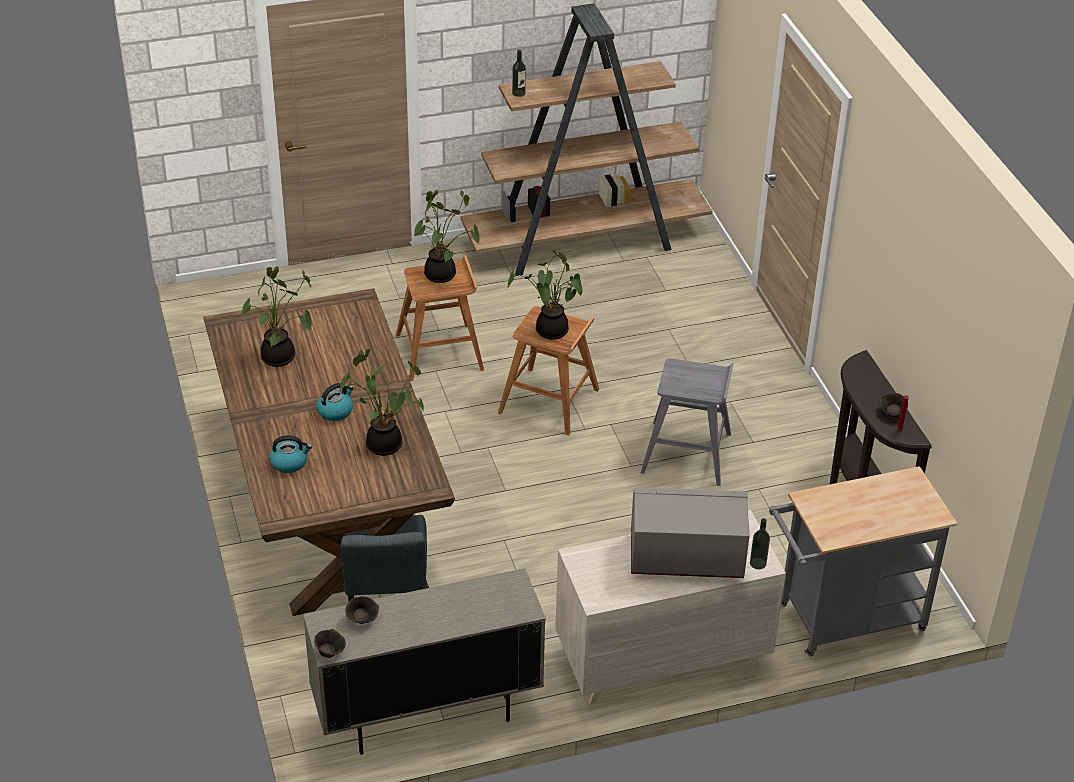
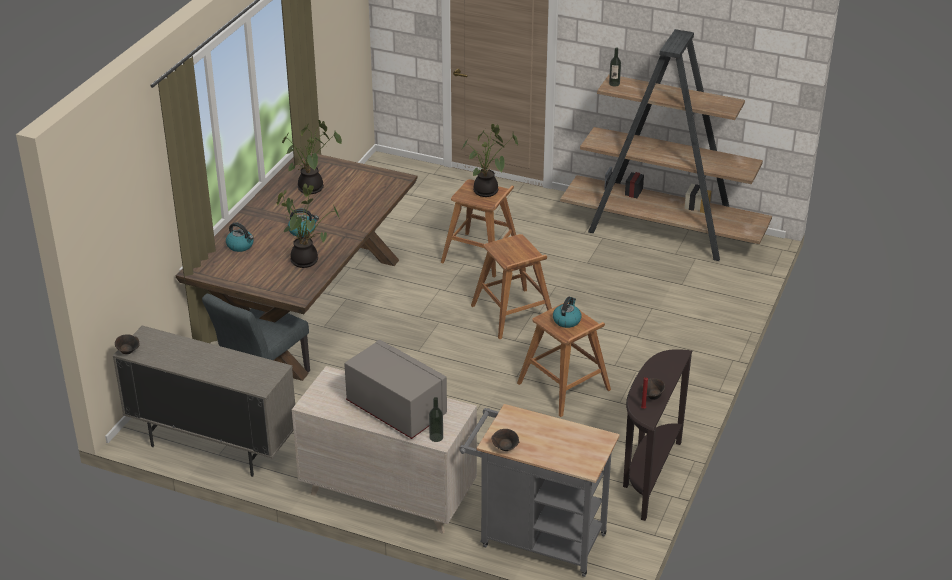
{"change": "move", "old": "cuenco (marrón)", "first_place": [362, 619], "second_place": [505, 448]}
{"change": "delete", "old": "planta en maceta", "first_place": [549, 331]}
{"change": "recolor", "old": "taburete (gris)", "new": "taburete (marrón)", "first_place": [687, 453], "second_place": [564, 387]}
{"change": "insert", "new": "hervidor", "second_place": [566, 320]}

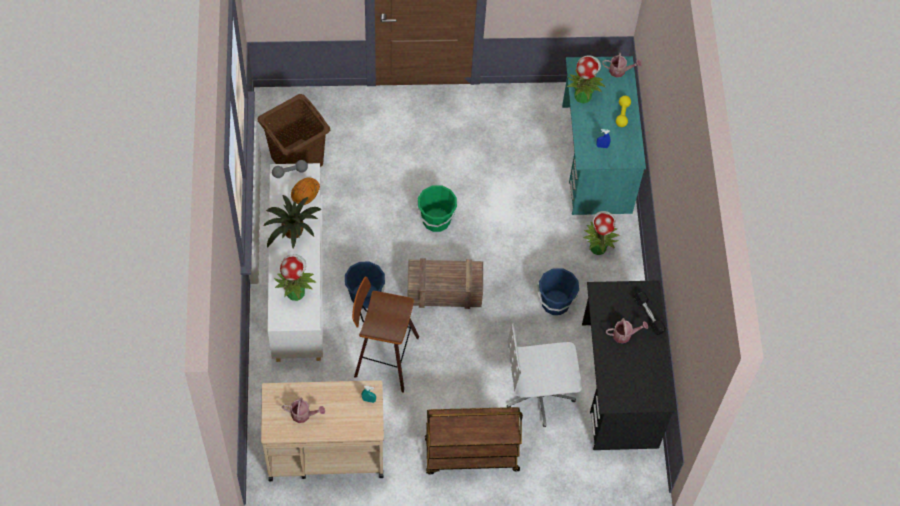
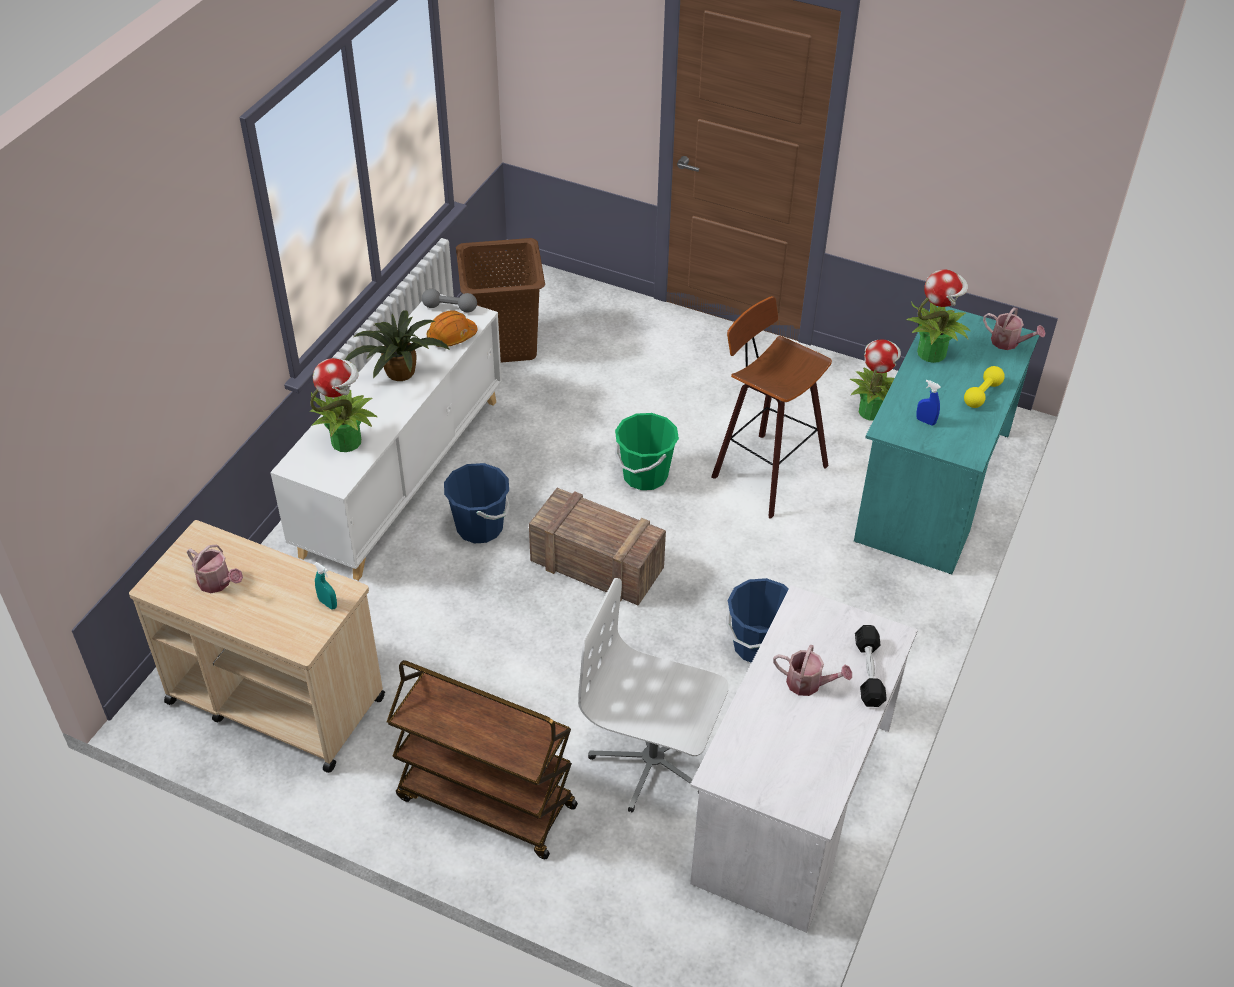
{"change": "move", "old": "taburete", "first_place": [384, 358], "second_place": [765, 471]}
{"change": "recolor", "old": "escritorio (negro)", "new": "escritorio (blanco)", "first_place": [619, 385], "second_place": [793, 804]}
{"change": "move", "old": "planta en maceta", "first_place": [597, 246], "second_place": [871, 411]}

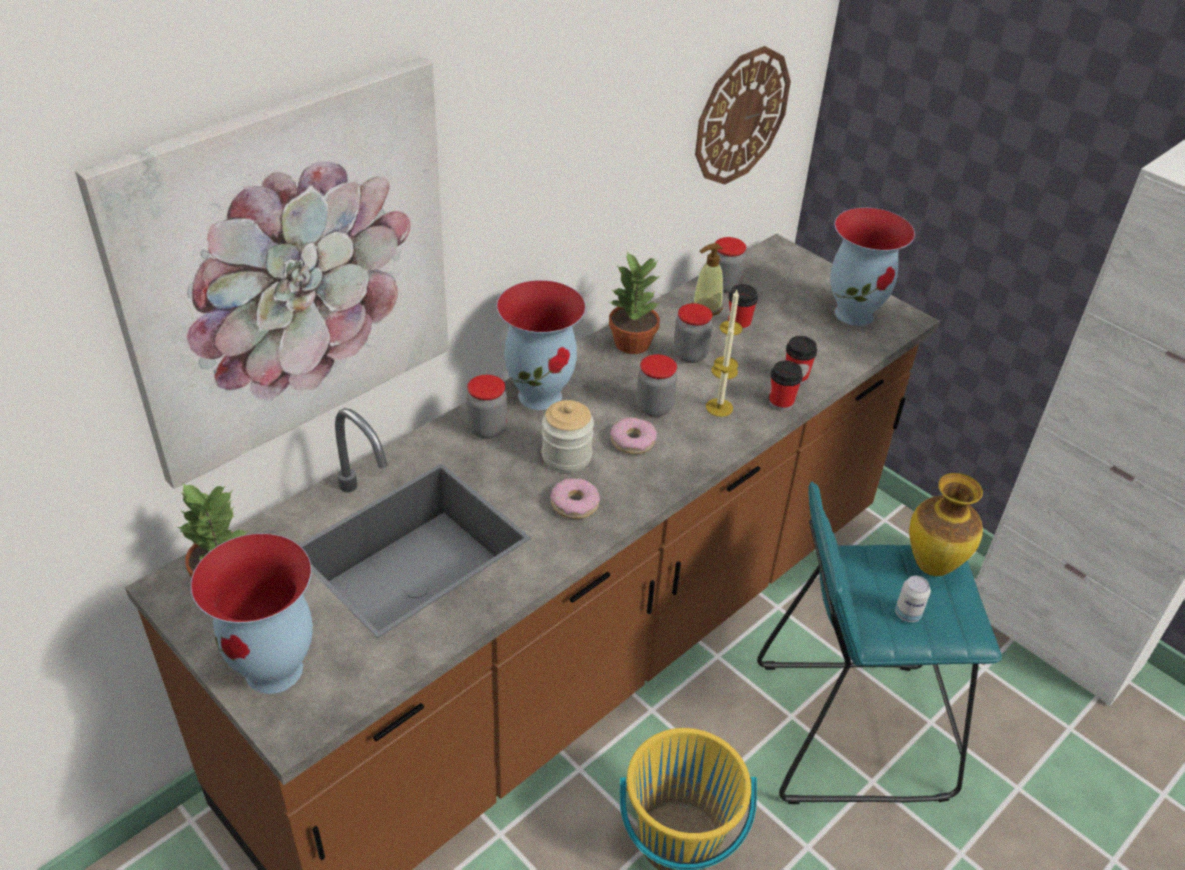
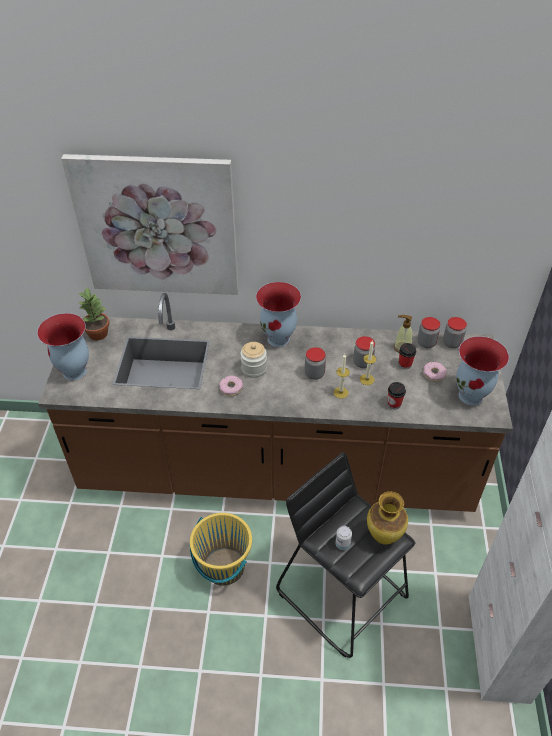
{"change": "move", "old": "tarro", "first_place": [487, 429], "second_place": [452, 343]}
{"change": "delete", "old": "planta en maceta", "first_place": [632, 344]}
{"change": "move", "old": "rosquilla", "first_place": [632, 441], "second_place": [434, 374]}
{"change": "delete", "old": "reloj de pared", "first_place": [741, 116]}
{"change": "recolor", "old": "taburete (turquesa)", "new": "taburete (negro)", "first_place": [850, 728], "second_place": [342, 593]}
{"change": "delete", "old": "taza", "first_place": [781, 403]}

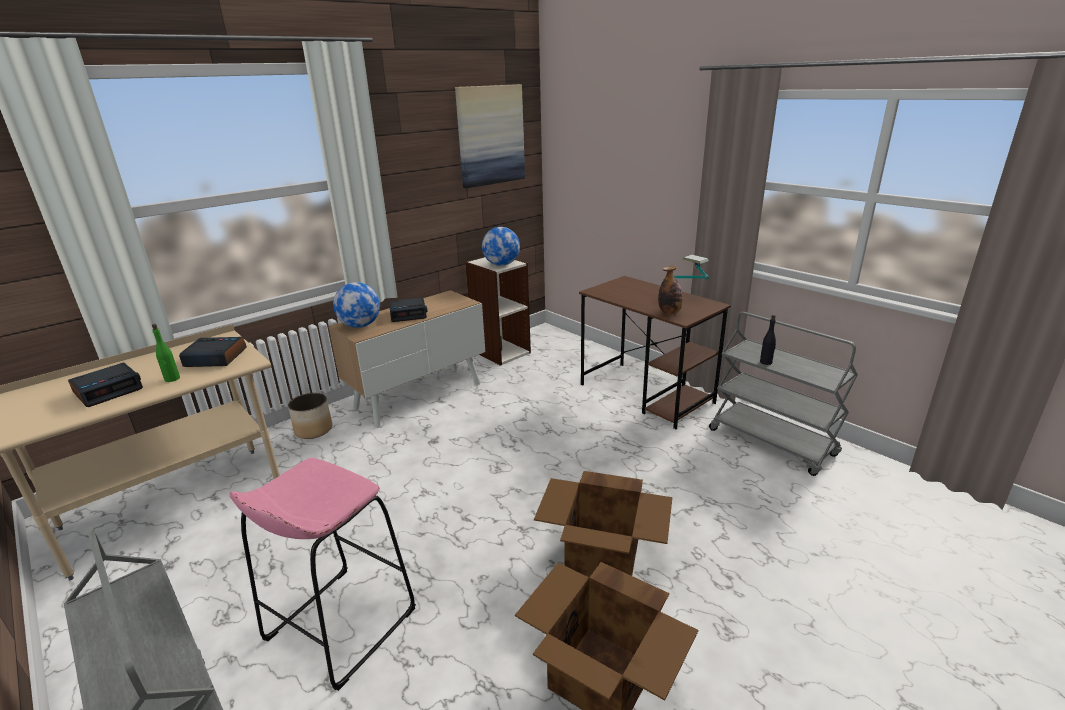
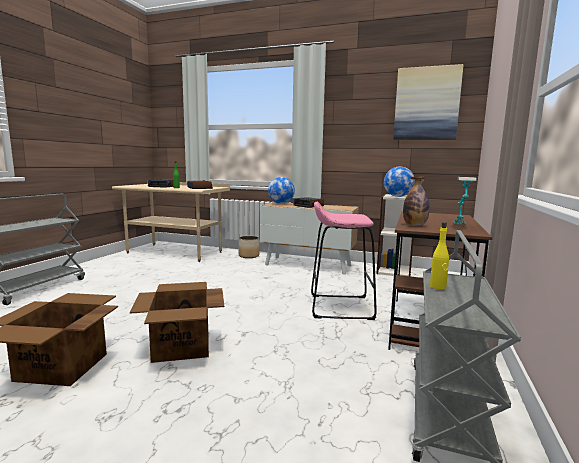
{"change": "move", "old": "taburete (rosa)", "first_place": [340, 624], "second_place": [340, 307]}
{"change": "recolor", "old": "botella (negro)", "new": "botella (amarillo)", "first_place": [766, 362], "second_place": [438, 287]}

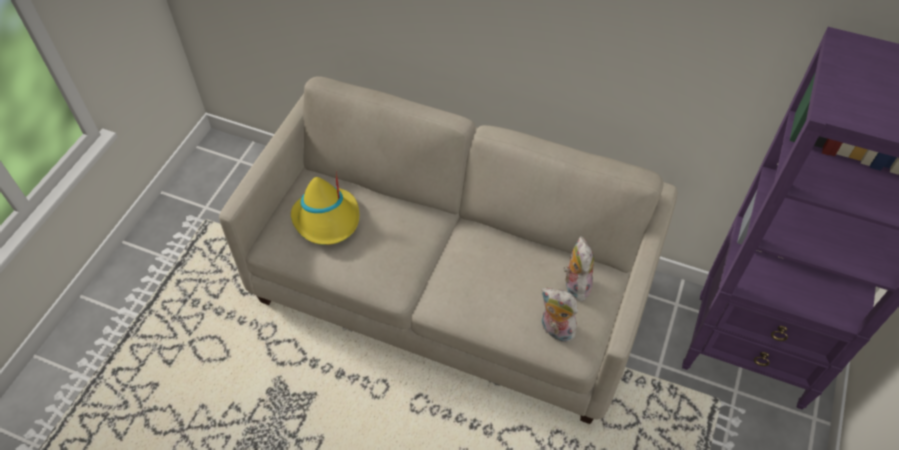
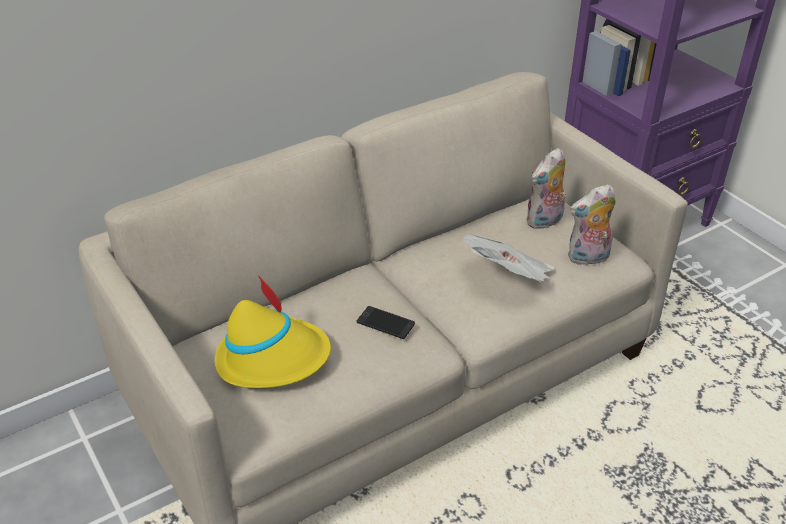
{"change": "rotate", "old": "peluche", "first_place": [575, 285], "second_place": [545, 222], "degrees": -75}
{"change": "insert", "new": "móvil", "second_place": [385, 323]}
{"change": "insert", "new": "periódico", "second_place": [509, 277]}

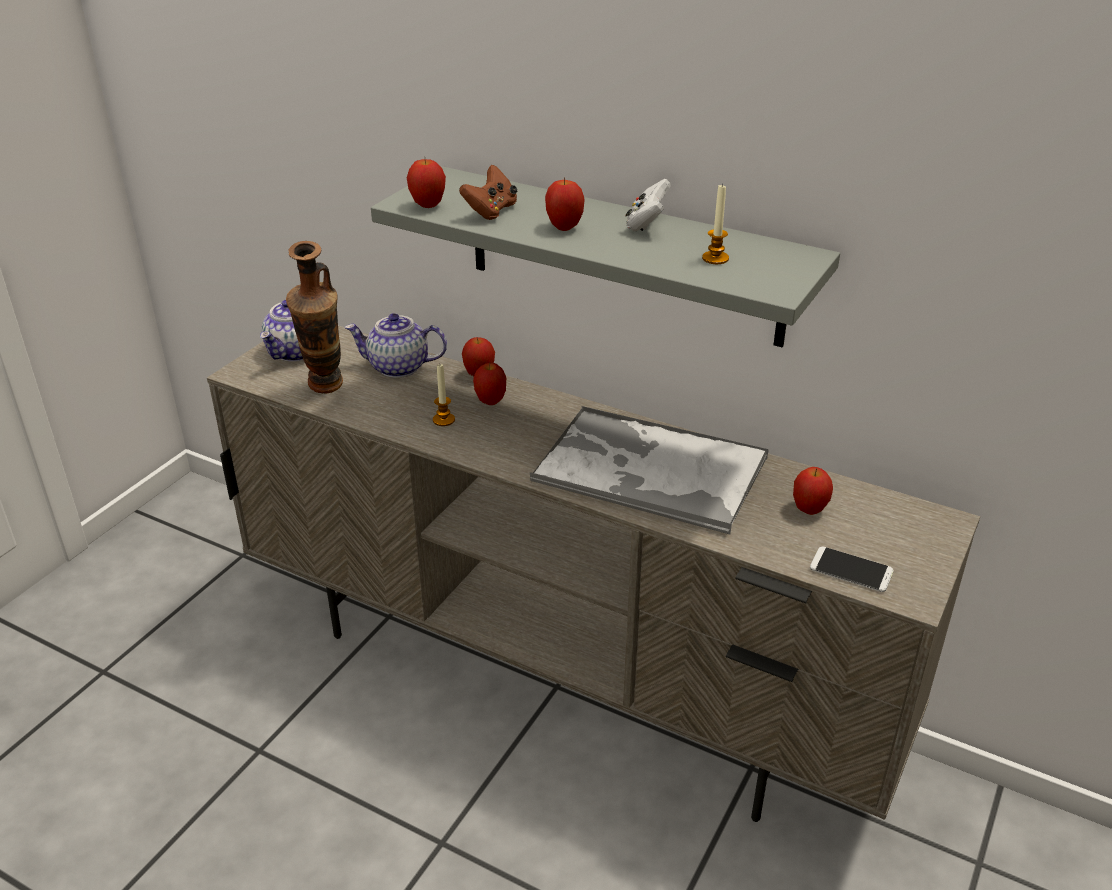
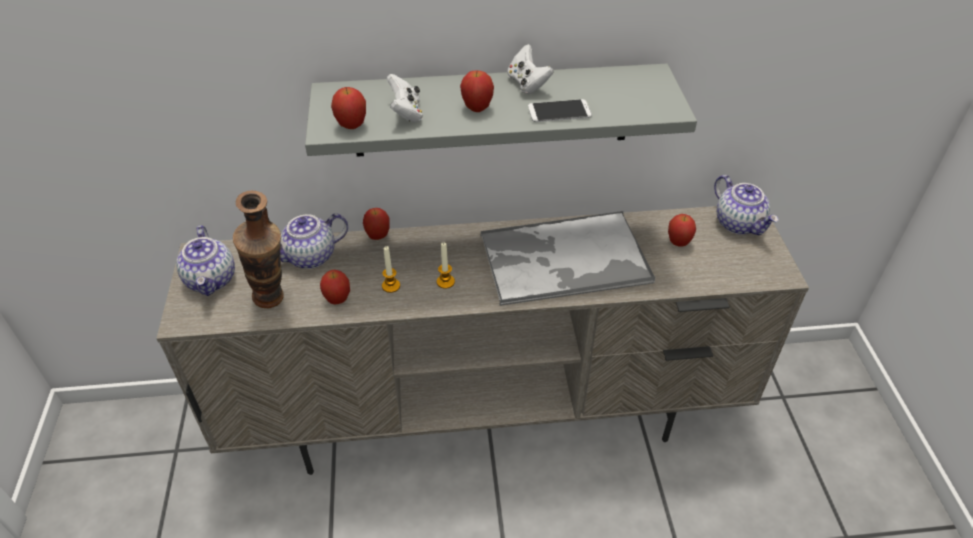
{"change": "recolor", "old": "mando de consola (marrón)", "new": "mando de consola (blanco)", "first_place": [491, 211], "second_place": [406, 113]}
{"change": "move", "old": "manzana", "first_place": [490, 402], "second_place": [338, 300]}
{"change": "move", "old": "vela", "first_place": [715, 258], "second_place": [445, 282]}
{"change": "move", "old": "móvil", "first_place": [851, 570], "second_place": [559, 112]}
{"change": "insert", "new": "tetera", "second_place": [739, 224]}

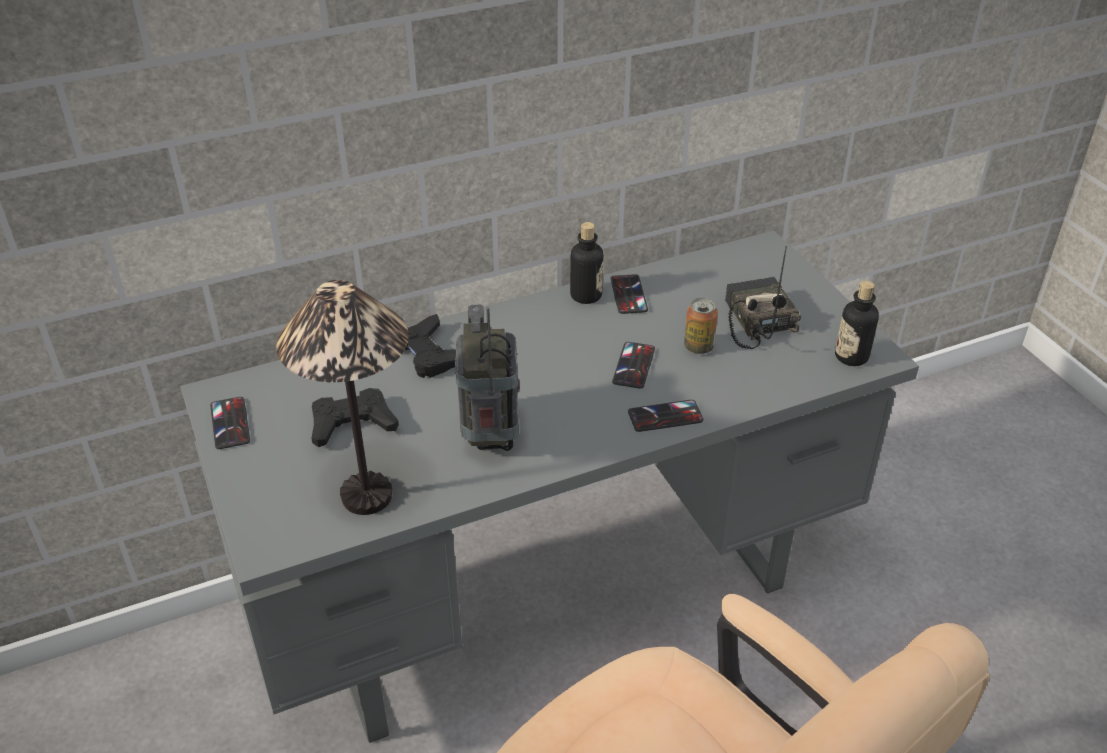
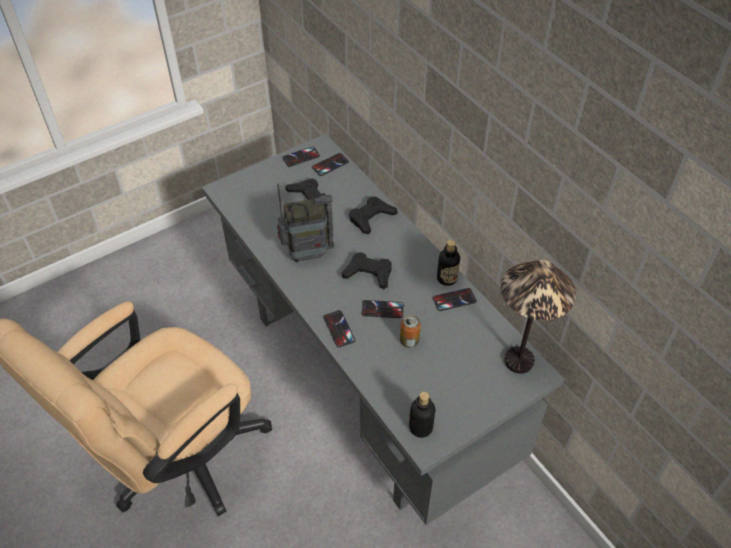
{"change": "move", "old": "lámpara de mesa", "first_place": [366, 495], "second_place": [519, 361]}
{"change": "delete", "old": "radio", "first_place": [756, 320]}
{"change": "insert", "new": "móvil", "second_place": [330, 164]}
{"change": "insert", "new": "mando de consola (negro)", "second_place": [368, 273]}

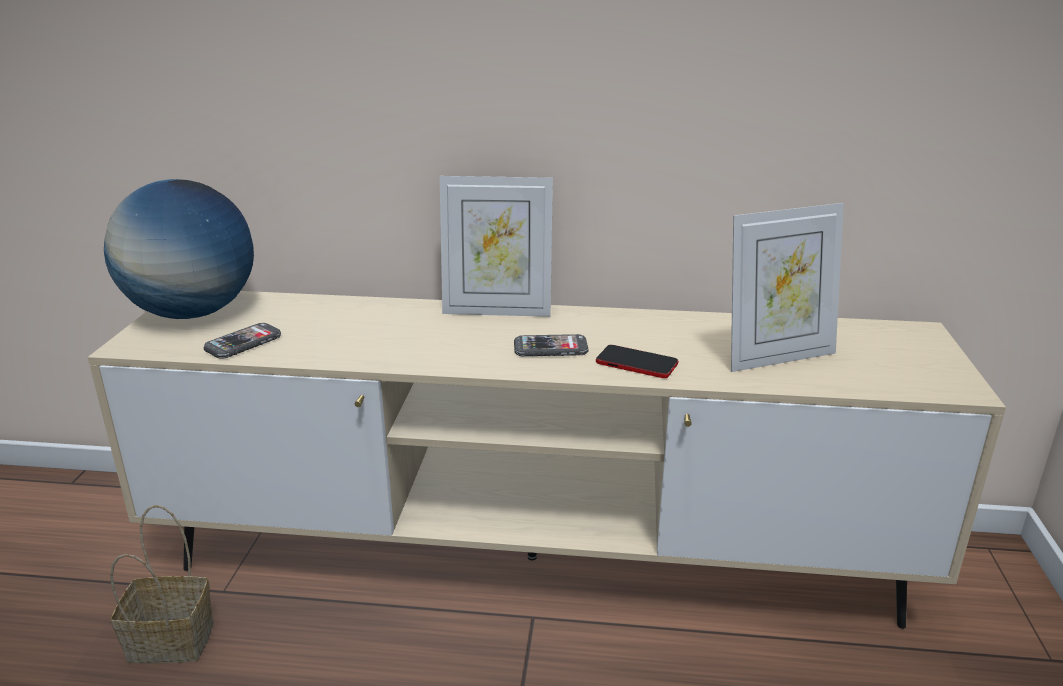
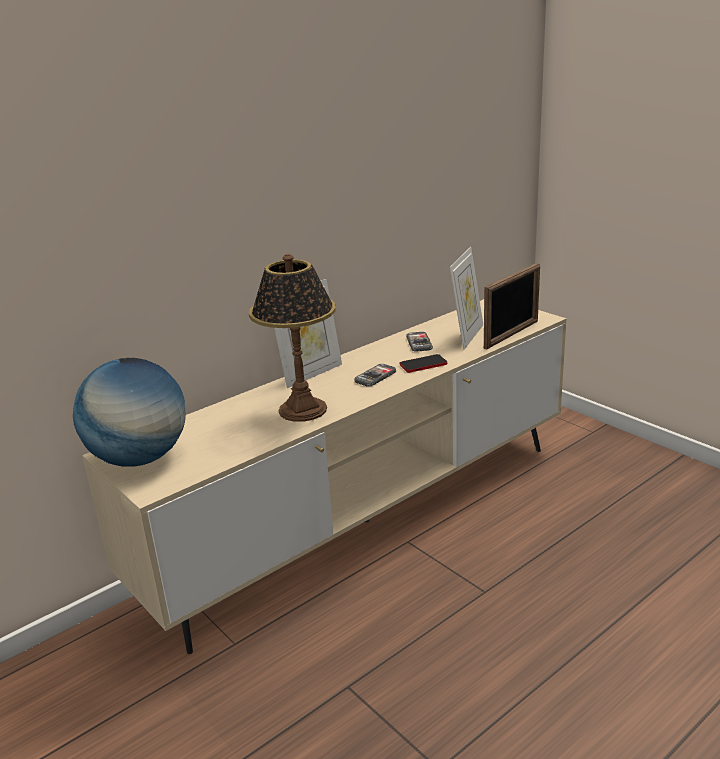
{"change": "delete", "old": "cesta", "first_place": [167, 642]}
{"change": "move", "old": "móvil", "first_place": [243, 343], "second_place": [419, 343]}
{"change": "insert", "new": "lámpara de mesa", "second_place": [302, 410]}
{"change": "insert", "new": "portarretratos", "second_place": [511, 334]}

